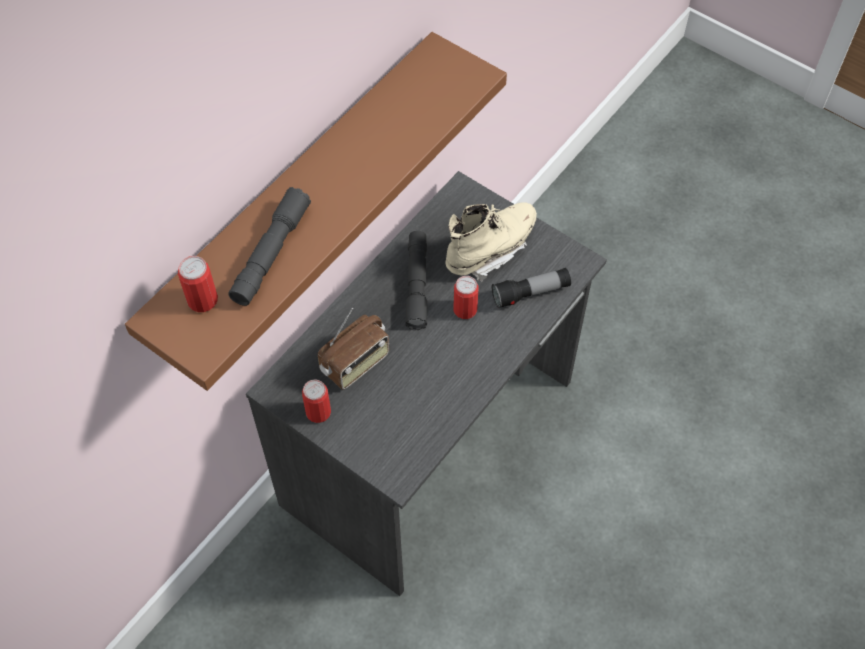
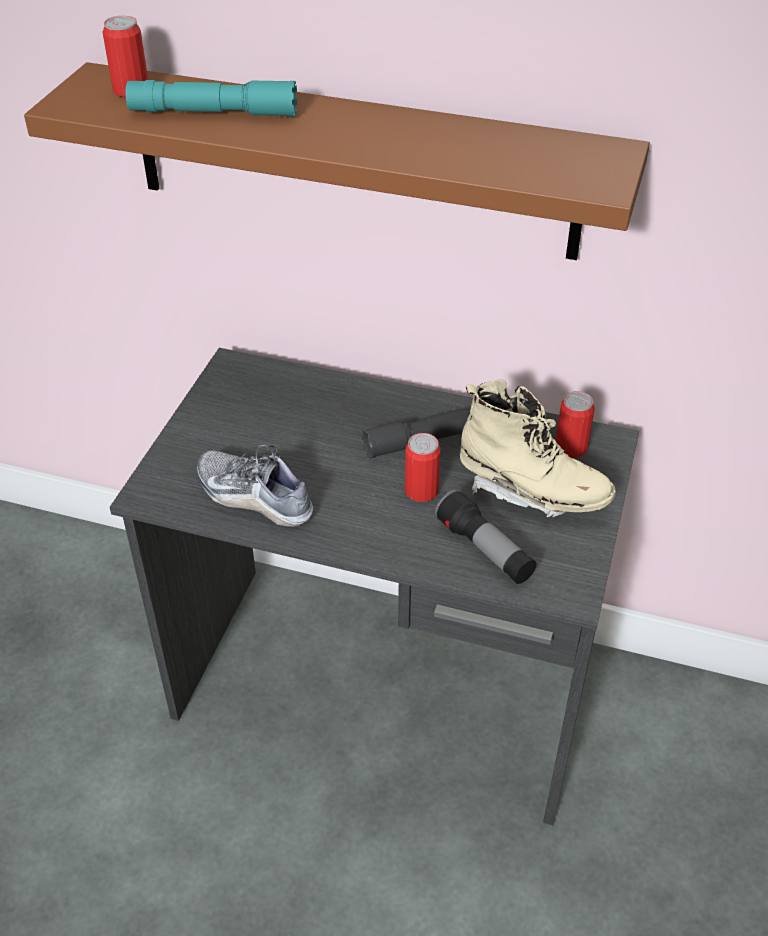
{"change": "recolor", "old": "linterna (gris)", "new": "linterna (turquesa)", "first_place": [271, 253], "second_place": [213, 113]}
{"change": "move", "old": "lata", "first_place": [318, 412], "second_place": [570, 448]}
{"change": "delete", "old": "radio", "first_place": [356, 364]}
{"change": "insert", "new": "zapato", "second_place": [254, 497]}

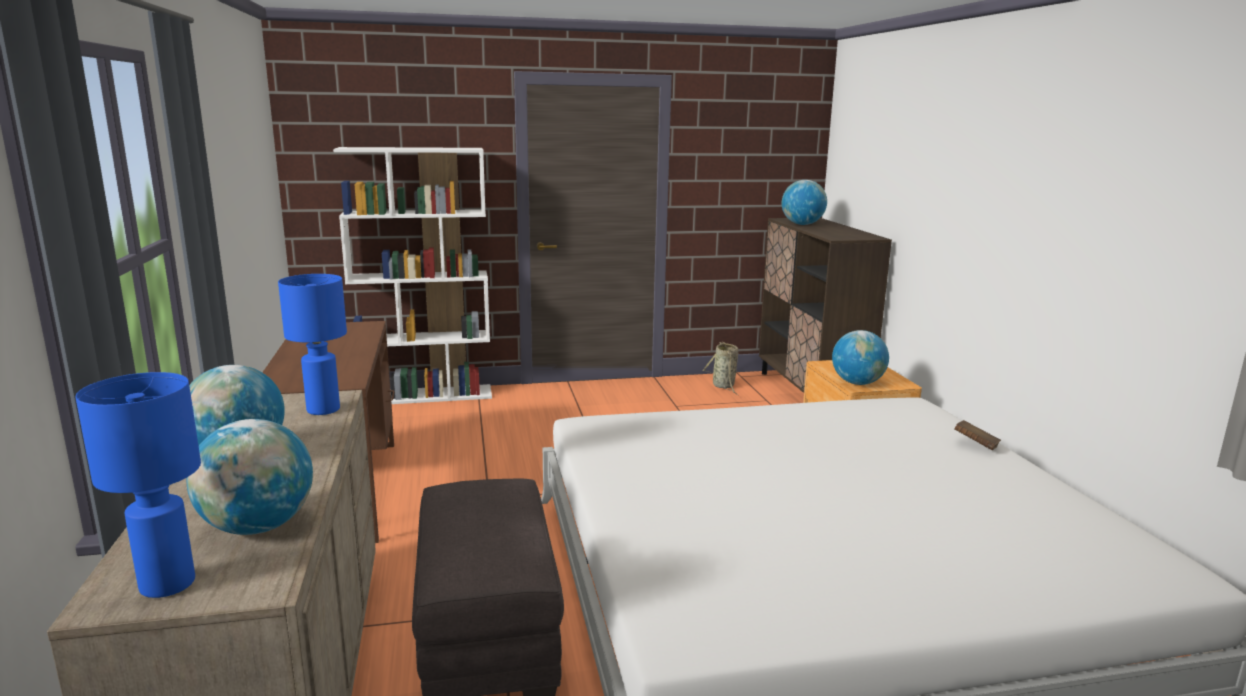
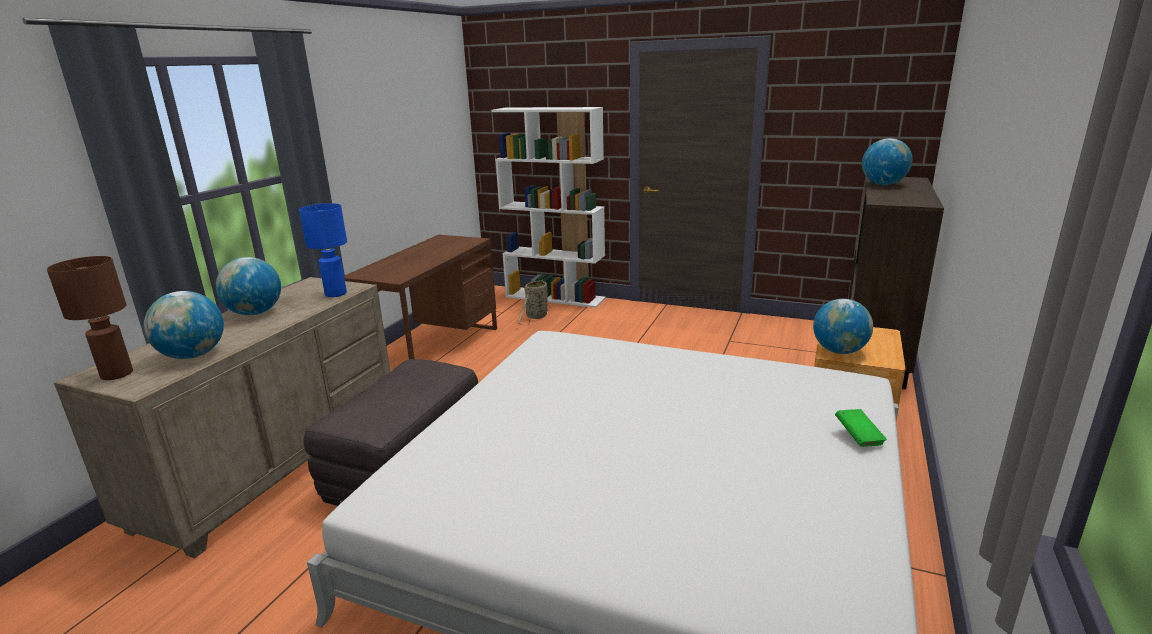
{"change": "recolor", "old": "lámpara de mesa (azul)", "new": "lámpara de mesa (marrón)", "first_place": [168, 585], "second_place": [116, 375]}
{"change": "move", "old": "cesta", "first_place": [724, 386], "second_place": [536, 317]}
{"change": "recolor", "old": "libro (marrón)", "new": "libro (verde)", "first_place": [975, 445], "second_place": [858, 437]}

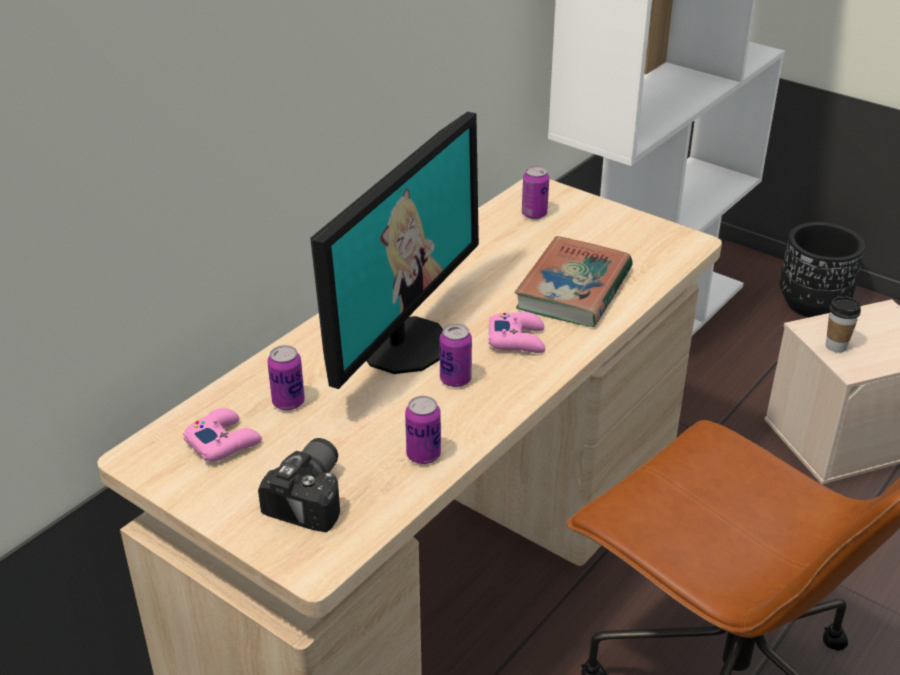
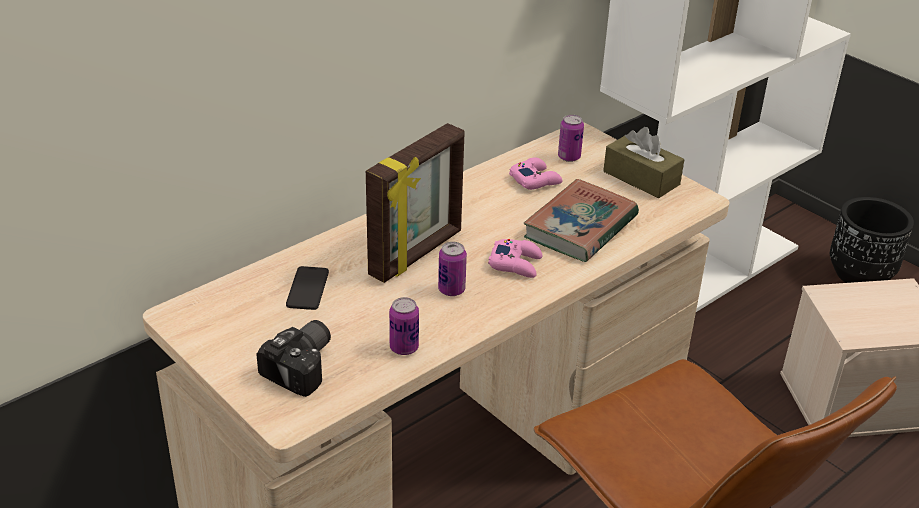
{"change": "move", "old": "mando de consola (rosa)", "first_place": [223, 442], "second_place": [535, 180]}
{"change": "replace", "old": "lata", "new": "móvil", "first_place": [288, 402], "second_place": [307, 288]}
{"change": "replace", "old": "monitor", "new": "portarretratos", "first_place": [403, 344], "second_place": [417, 254]}
{"change": "delete", "old": "taza", "first_place": [836, 346]}
{"change": "insert", "new": "caja de pañuelos (marrón)", "second_place": [641, 178]}

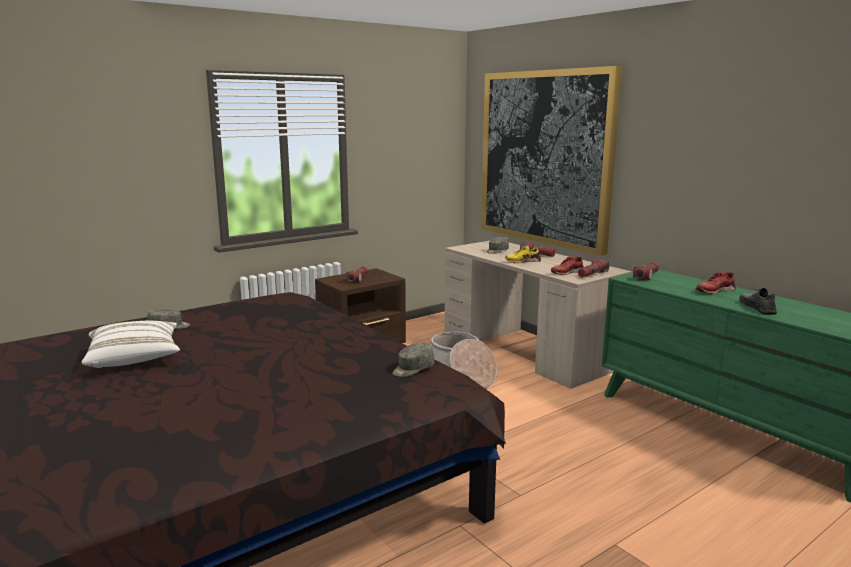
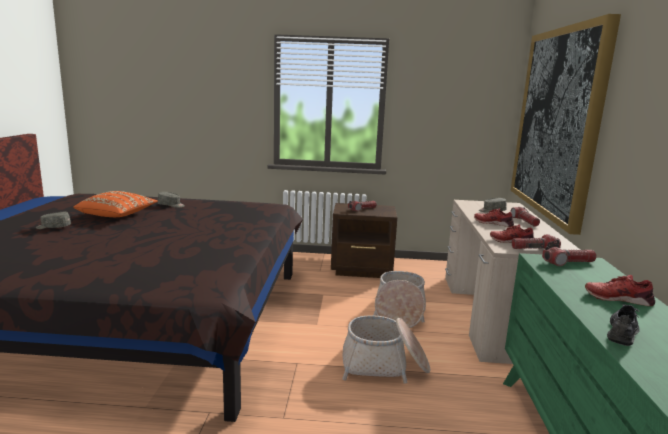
{"change": "recolor", "old": "cojín (blanco)", "new": "cojín (naranja)", "first_place": [135, 358], "second_place": [117, 215]}
{"change": "move", "old": "gorra (gris)", "first_place": [412, 369], "second_place": [53, 227]}
{"change": "recolor", "old": "zapato (amarillo)", "new": "zapato (rojo)", "first_place": [522, 261], "second_place": [493, 223]}
{"change": "insert", "new": "cesta", "second_place": [384, 365]}

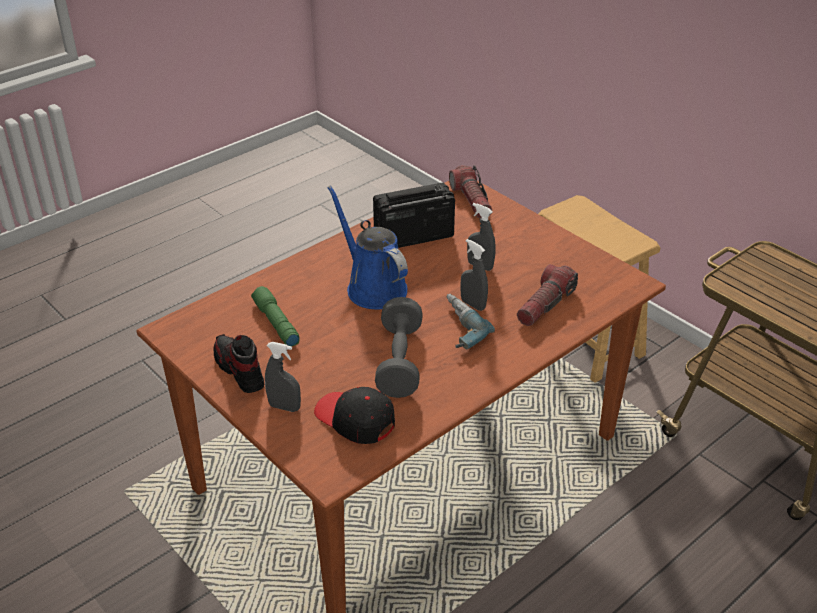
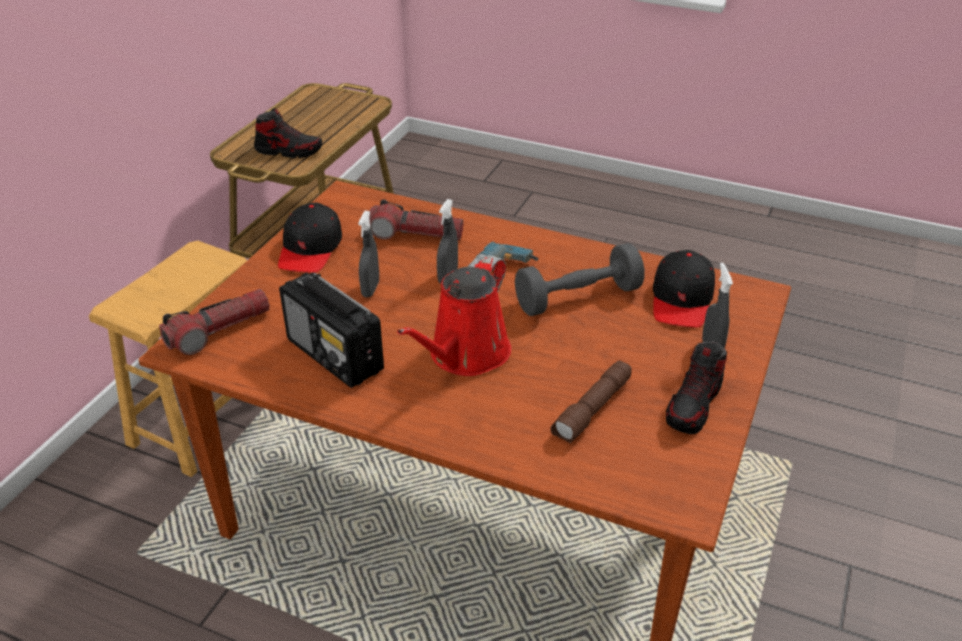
{"change": "recolor", "old": "linterna (verde)", "new": "linterna (marrón)", "first_place": [275, 323], "second_place": [593, 410]}
{"change": "recolor", "old": "regadera (azul)", "new": "regadera (rojo)", "first_place": [373, 287], "second_place": [465, 355]}
{"change": "insert", "new": "zapato", "second_place": [289, 151]}
{"change": "insert", "new": "gorra (negro)", "second_place": [310, 249]}

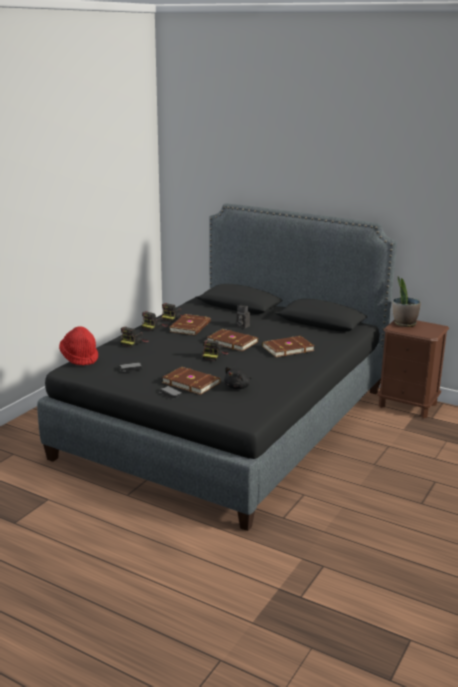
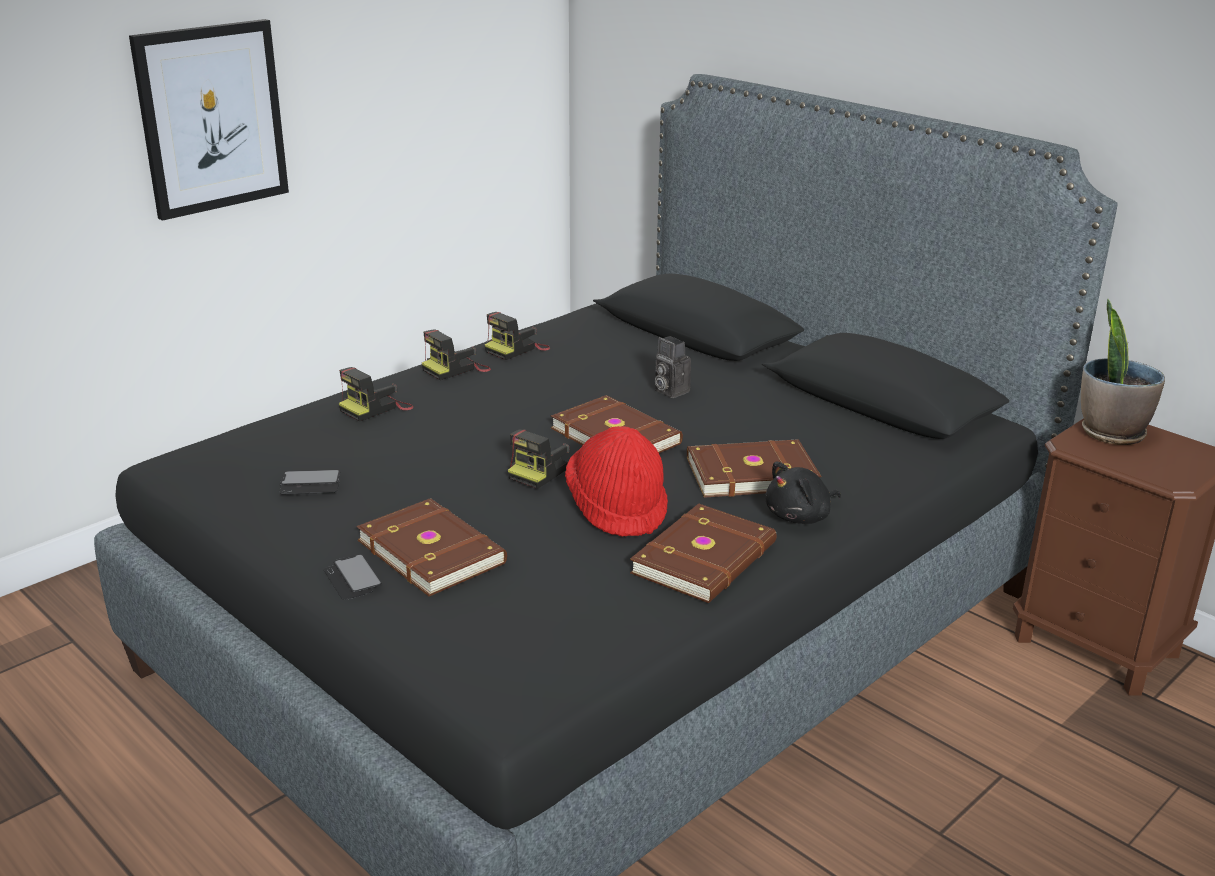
{"change": "move", "old": "sombrero (rojo)", "first_place": [80, 358], "second_place": [618, 508]}
{"change": "move", "old": "libro (marrón)", "first_place": [191, 327], "second_place": [707, 559]}
{"change": "move", "old": "peluche (negro)", "first_place": [238, 387], "second_place": [800, 516]}
{"change": "insert", "new": "cuadro", "second_place": [211, 118]}

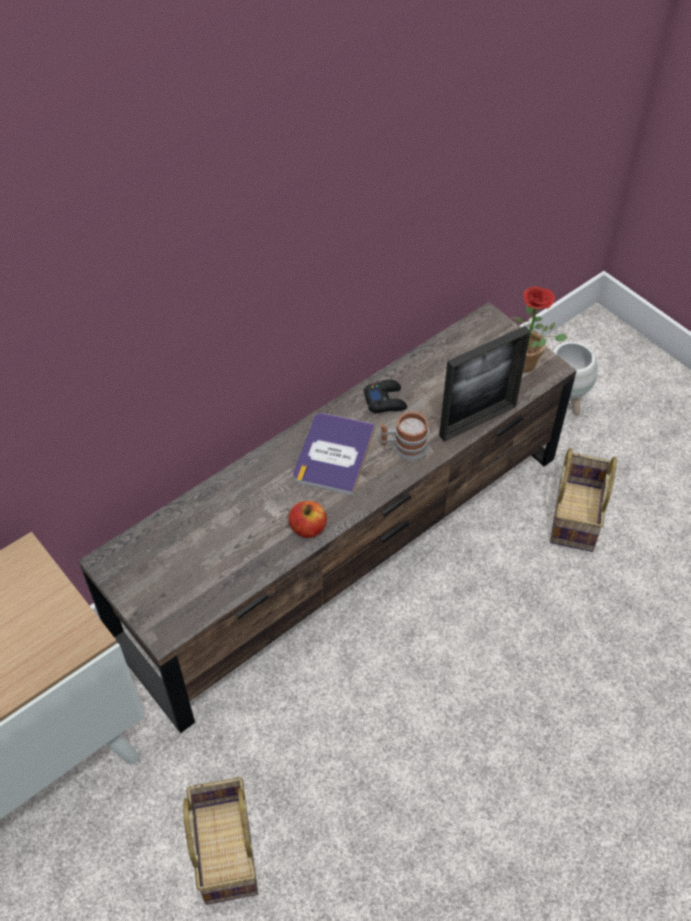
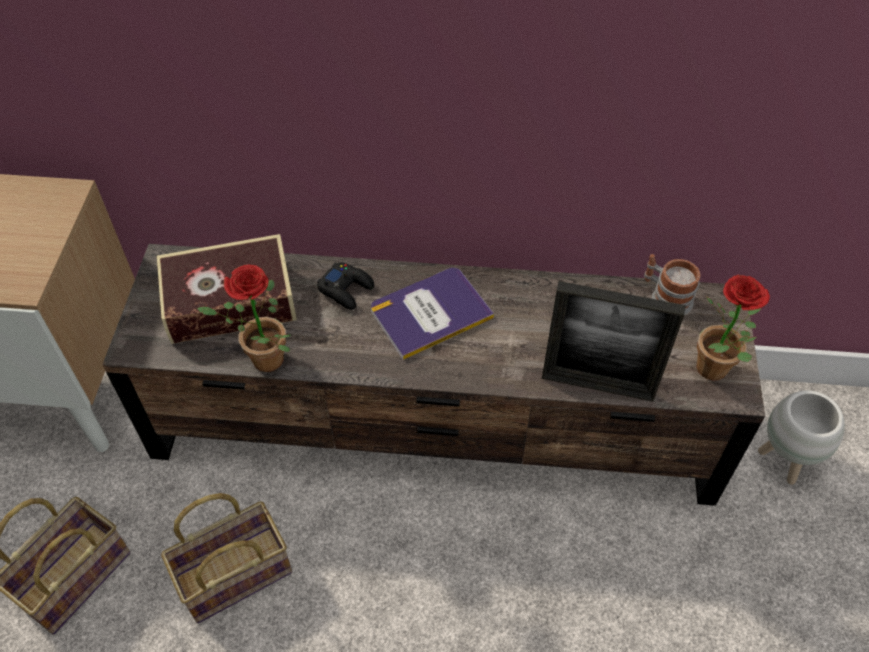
{"change": "delete", "old": "manzana", "first_place": [308, 528]}
{"change": "move", "old": "mando de consola (negro)", "first_place": [385, 400], "second_place": [346, 289]}
{"change": "move", "old": "taza grande", "first_place": [404, 447], "second_place": [665, 297]}
{"change": "move", "old": "cesta", "first_place": [574, 513], "second_place": [236, 572]}
{"change": "insert", "new": "libro", "second_place": [230, 301]}
{"change": "insert", "new": "planta en maceta", "second_place": [261, 361]}

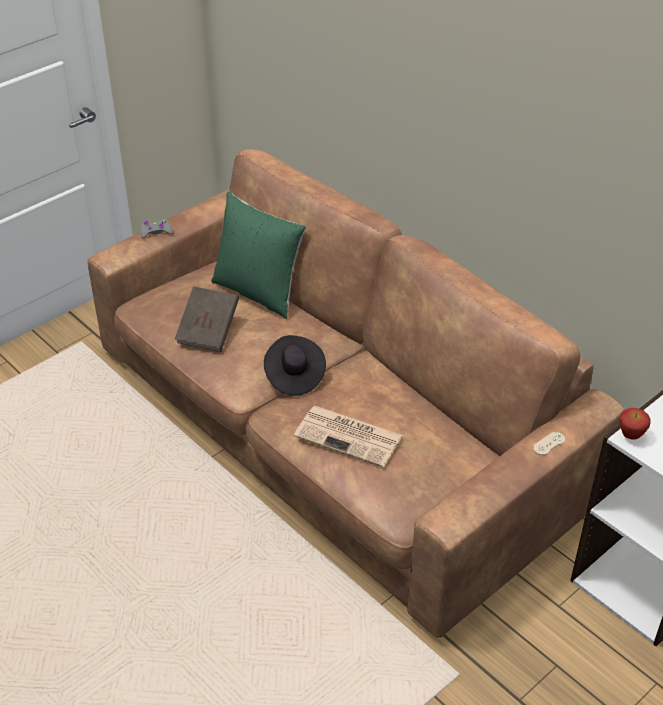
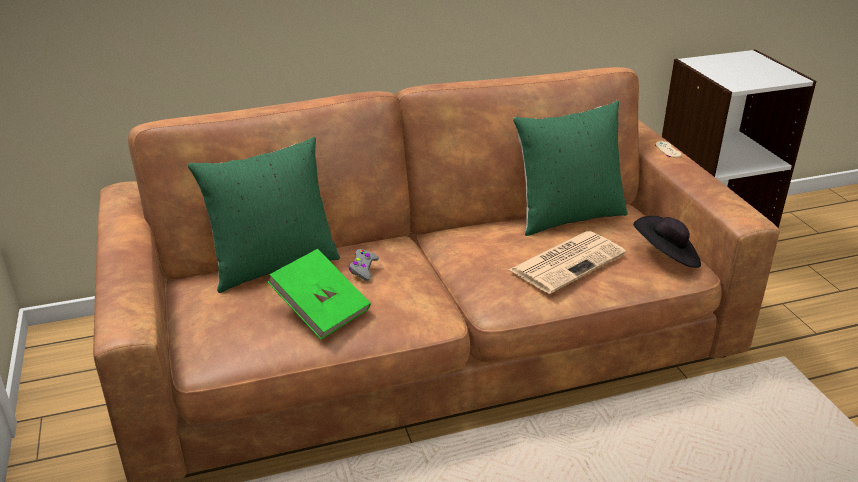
{"change": "move", "old": "mando de consola (gris)", "first_place": [156, 232], "second_place": [363, 269]}
{"change": "recolor", "old": "libro (marrón)", "new": "libro (verde)", "first_place": [208, 331], "second_place": [321, 310]}
{"change": "move", "old": "sombrero (negro)", "first_place": [294, 376], "second_place": [666, 257]}
{"change": "delete", "old": "manzana", "first_place": [630, 436]}
{"change": "insert", "new": "cojín (verde)", "second_place": [567, 216]}

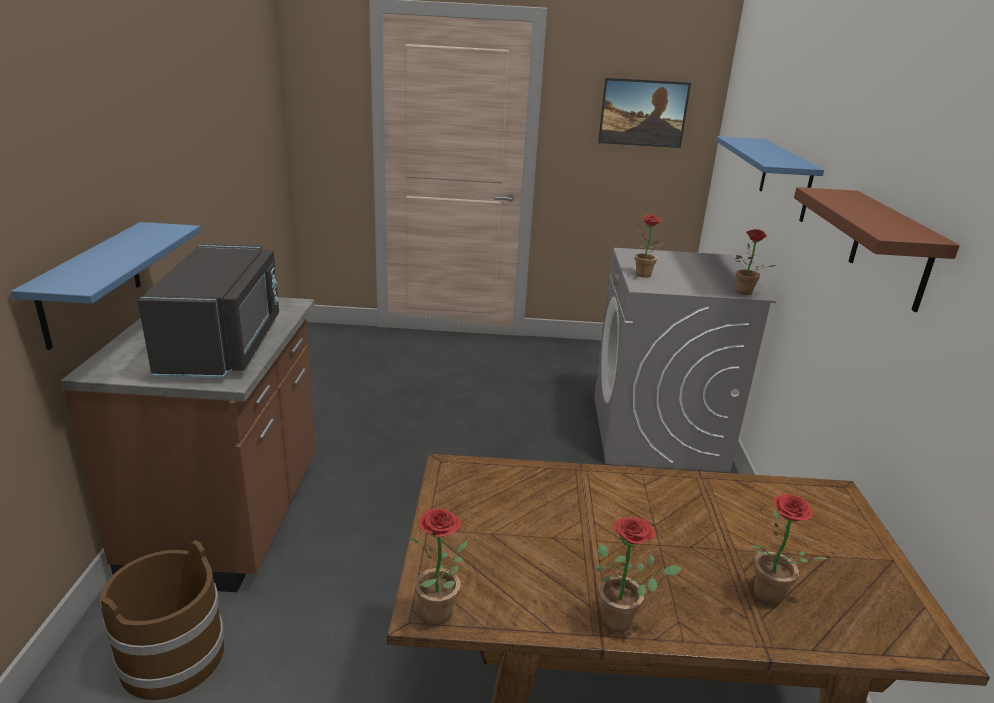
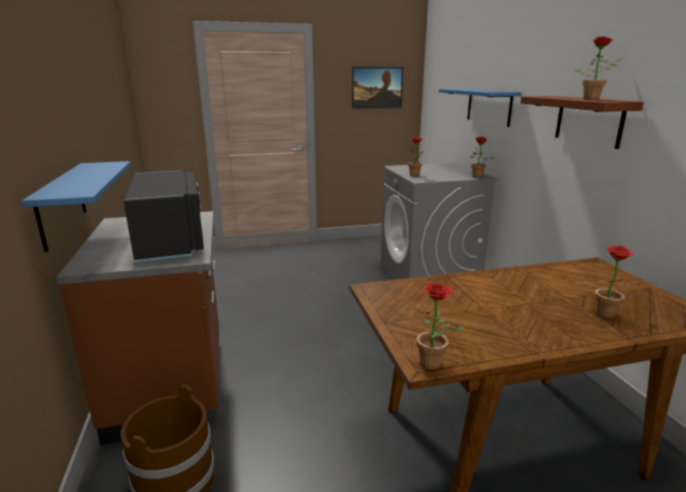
{"change": "move", "old": "planta en maceta", "first_place": [623, 620], "second_place": [593, 99]}

